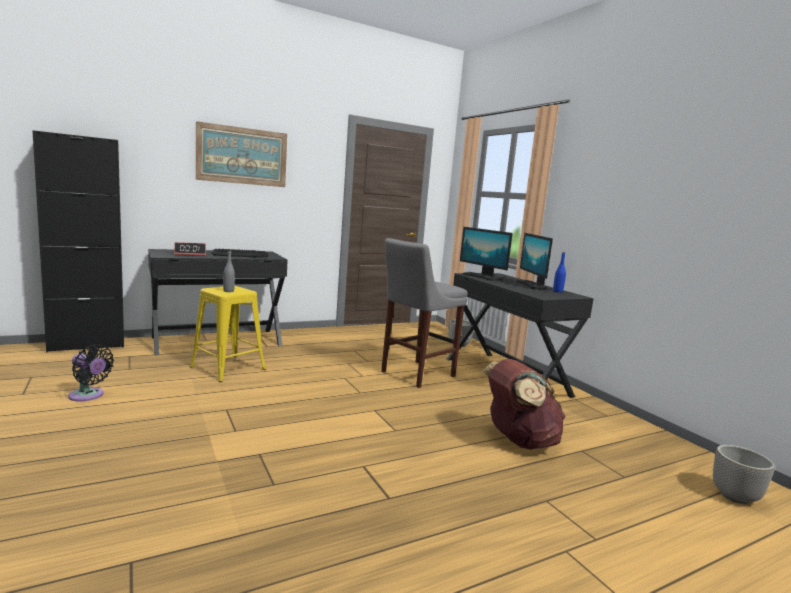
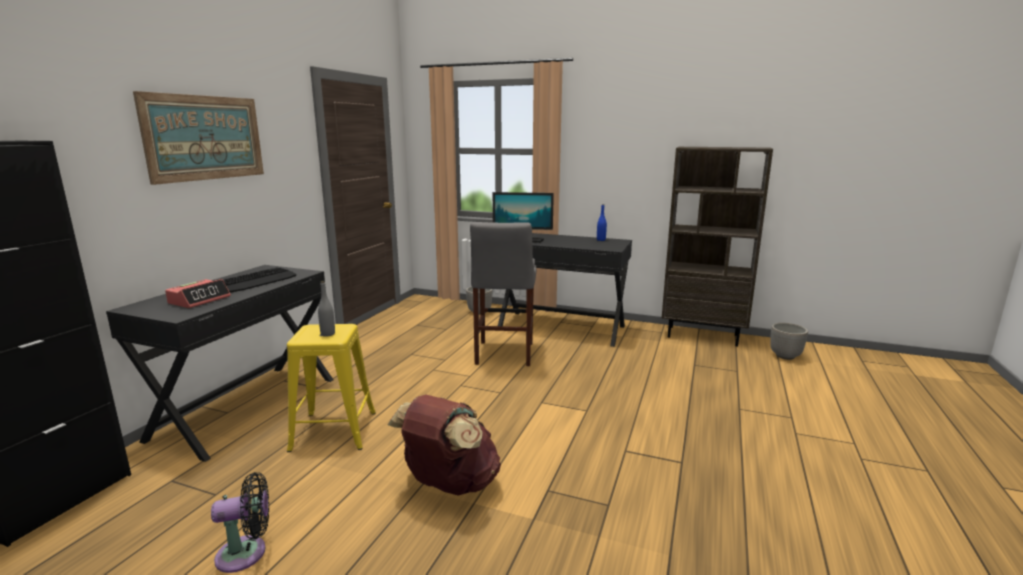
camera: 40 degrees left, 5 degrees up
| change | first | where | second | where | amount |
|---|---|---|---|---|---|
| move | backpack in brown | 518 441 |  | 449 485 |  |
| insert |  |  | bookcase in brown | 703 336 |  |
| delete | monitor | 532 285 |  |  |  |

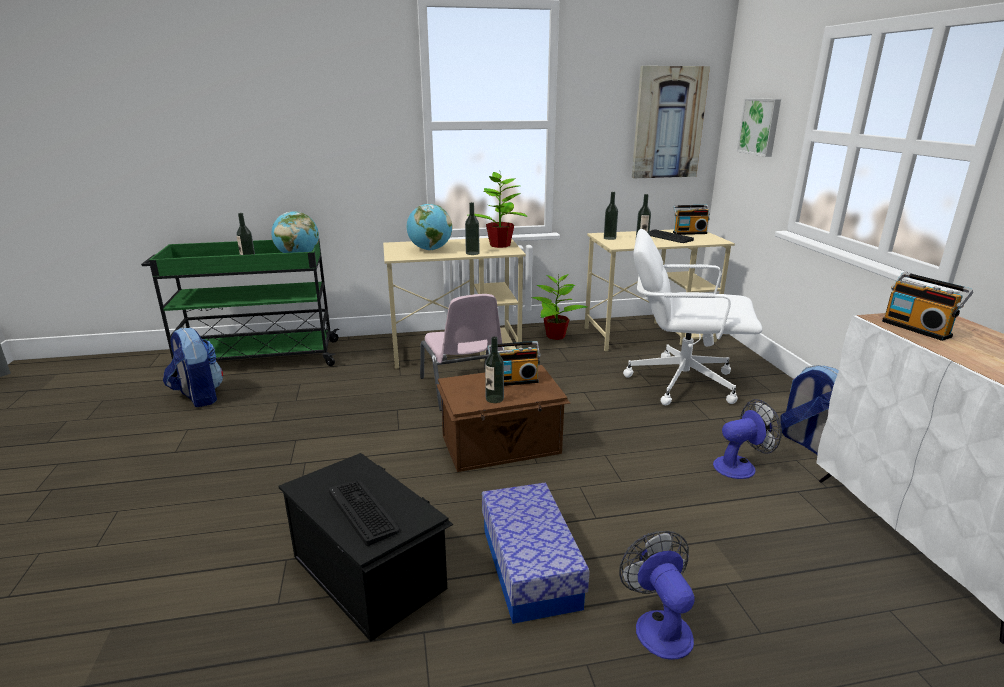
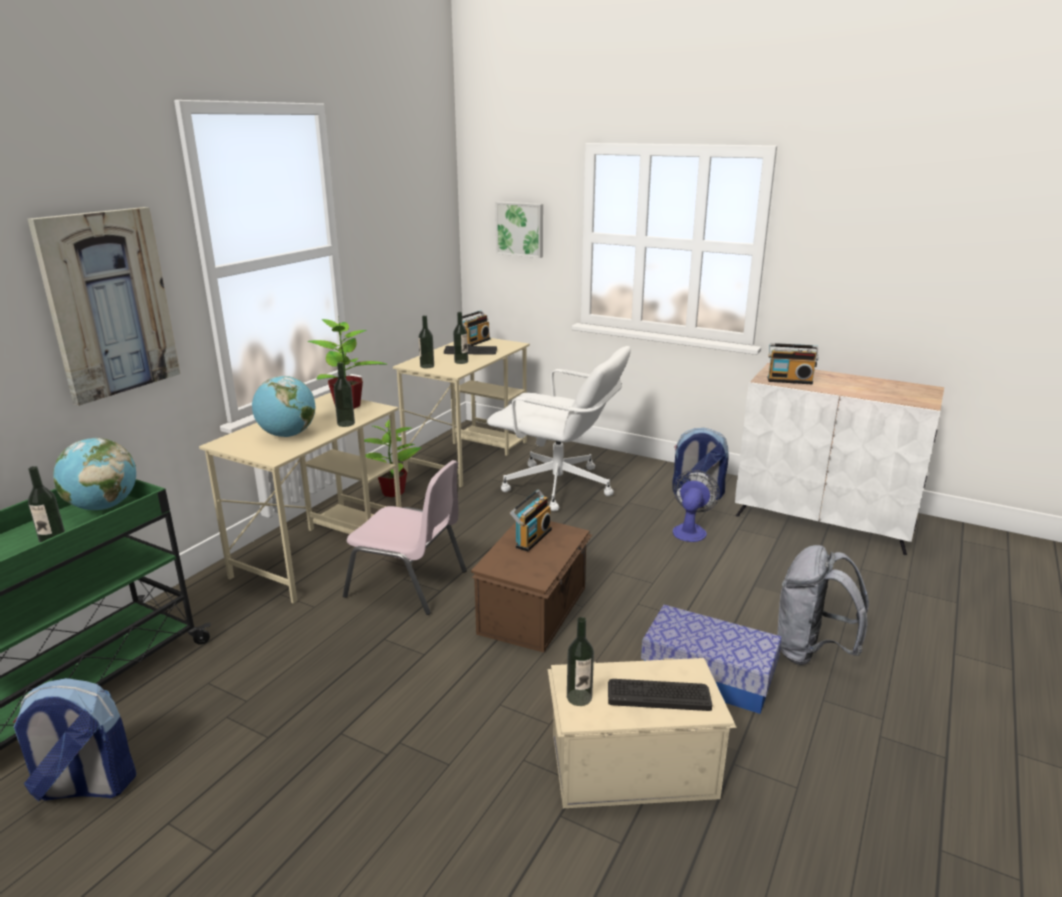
camera: 50 degrees left, 0 degrees up
| change | first | where | second | where | amount |
|---|---|---|---|---|---|
| move | picture | 668 123 |  | 109 304 |  |
| rotate | office chair in white | 680 382 |  | 559 487 | 120 degrees counterclockwise |
| recolor | storage box in black | 369 570 | storage box in beige | 631 764 |  |
| move | bottle | 494 399 |  | 579 697 |  |
| replace | fan | 658 625 | backpack in grey | 811 652 |  |

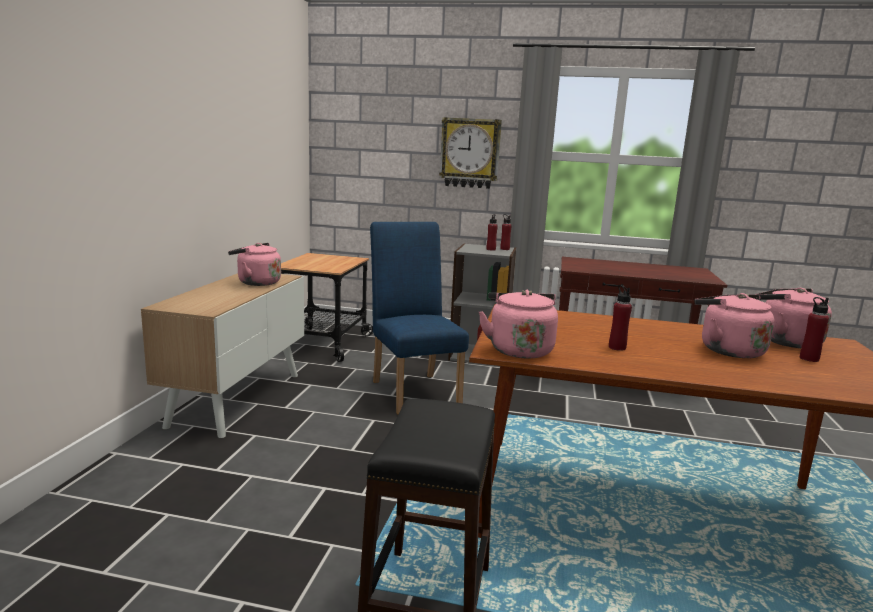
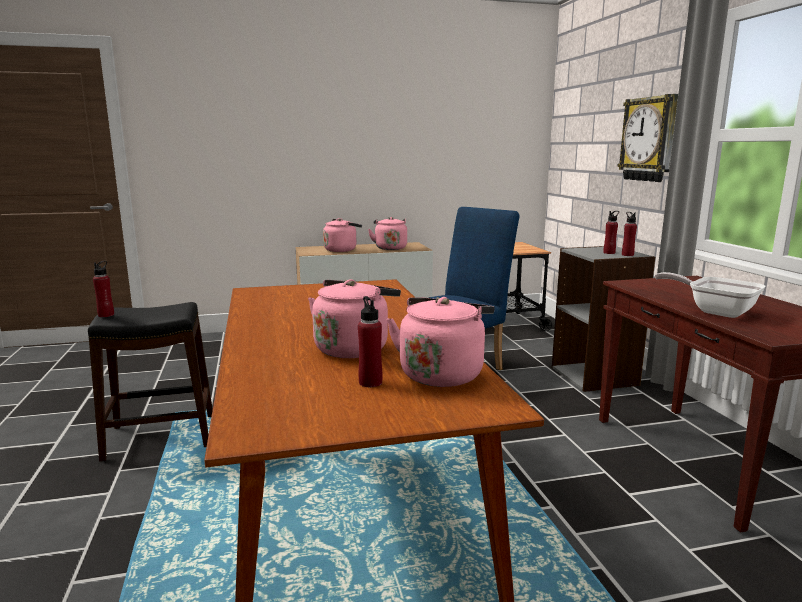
camera: 65 degrees right, 0 degrees up
| change | first | where | second | where | amount |
|---|---|---|---|---|---|
| move | bottle in red | 617 347 |  | 106 315 |  |
| move | kettle in pink | 519 349 |  | 342 250 |  |
| insert |  |  | frying pan | 714 311 |  |

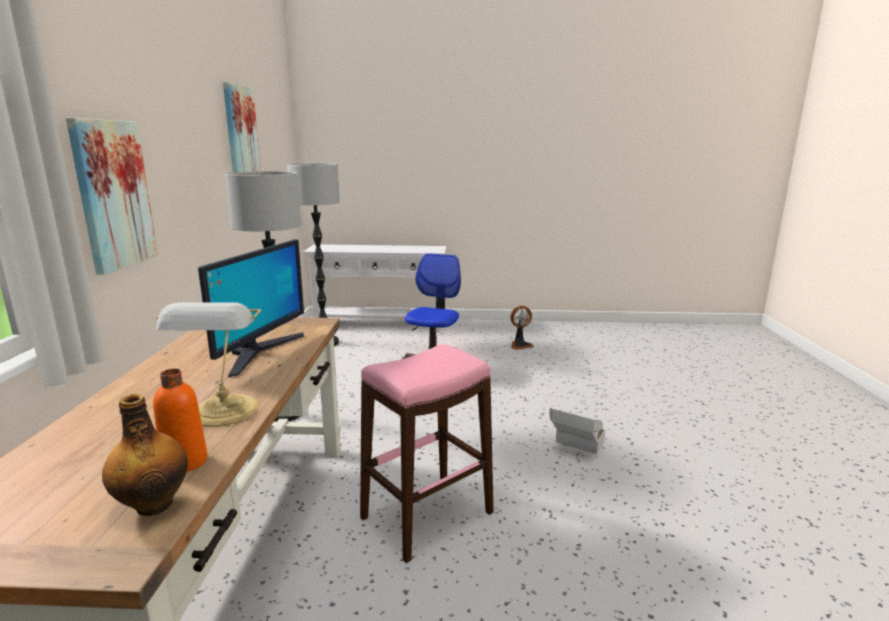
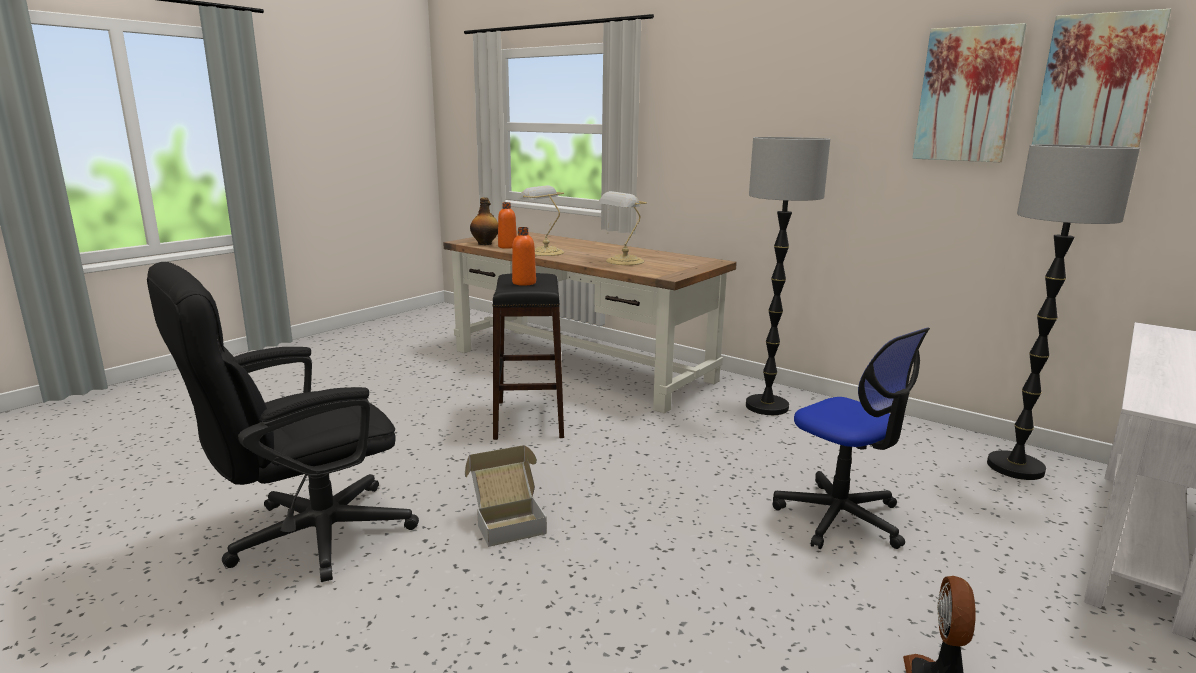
camera: 125 degrees right, 0 degrees up
| change | first | where | second | where | amount |
|---|---|---|---|---|---|
| insert |  |  | office chair in black | 304 538 |  |
| recolor | stool in pink | 427 516 | stool in black | 529 418 |  |
| insert |  |  | bottle in orange | 524 283 |  |
| replace | monitor | 259 352 | table lamp | 623 261 |  |
| move | picture | 113 194 |  | 1095 88 |  |

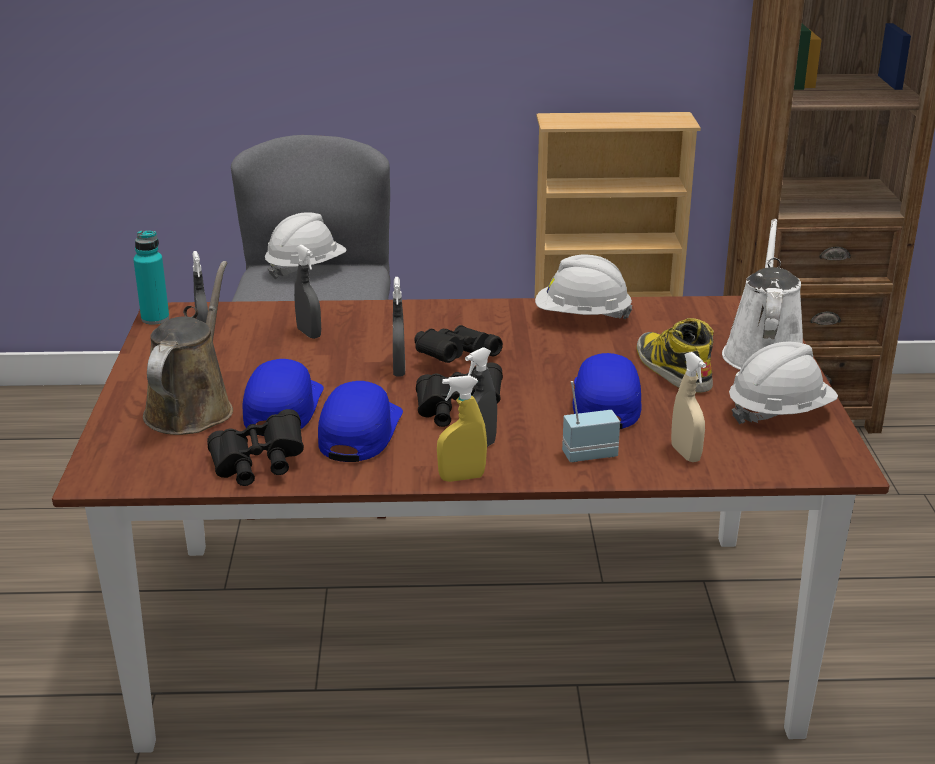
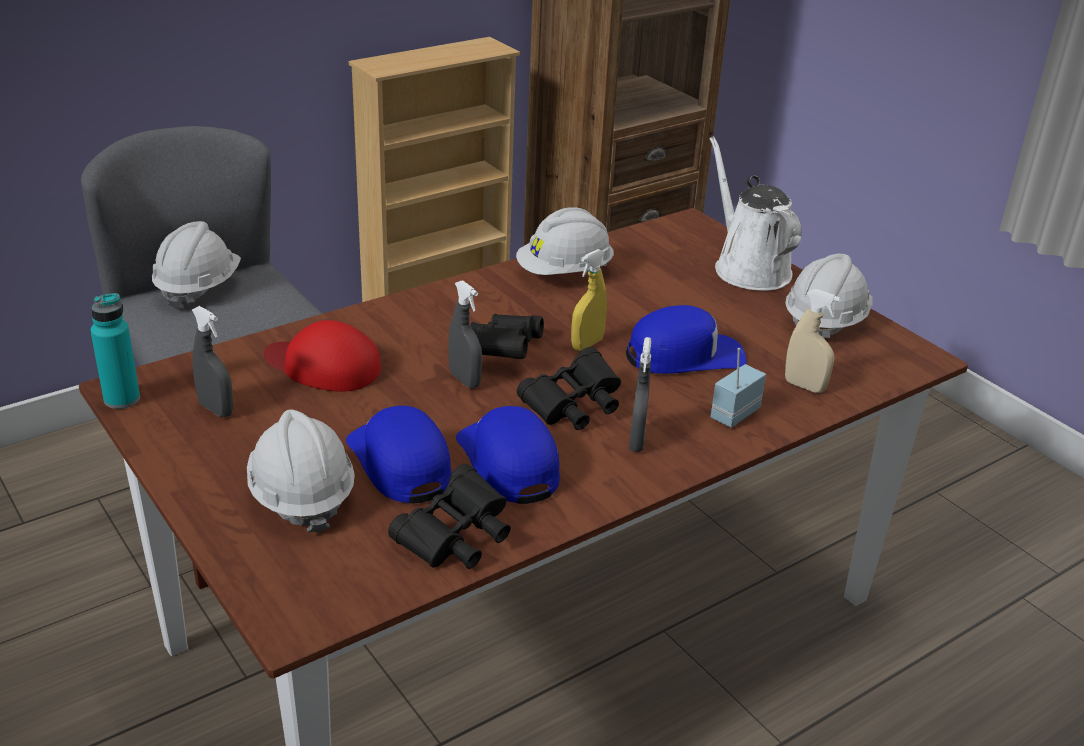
camera: 35 degrees left, 5 degrees up
| change | first | where | second | where | amount |
|---|---|---|---|---|---|
| replace | watering can in brown | 192 408 | hard hat in white | 301 496 |  |
| replace | spray bottle in grey | 309 333 | cap in red | 323 366 |  |
| move | spray bottle in yellow | 462 477 |  | 587 344 |  |
| rotate | cap in blue | 605 402 |  | 685 355 | 105 degrees clockwise |
| delete | boot | 671 369 |  |  |  |

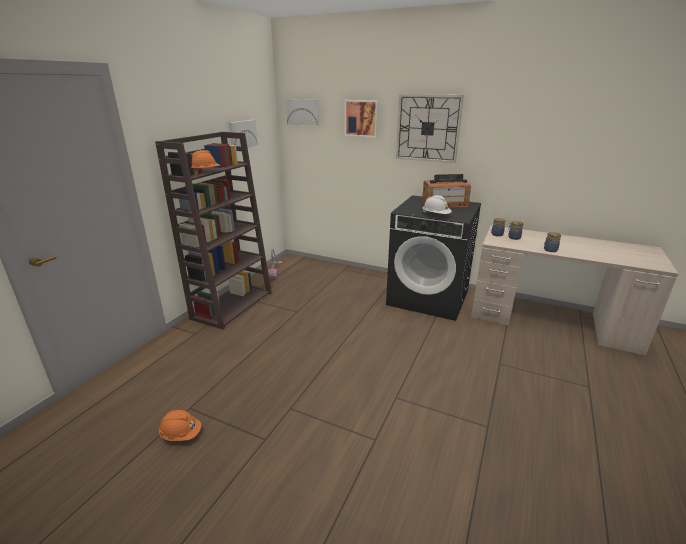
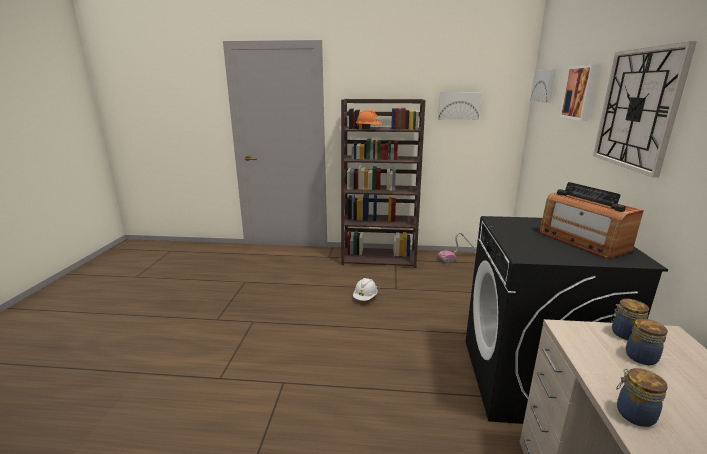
camera: 70 degrees right, 5 degrees down
| change | first | where | second | where | amount |
|---|---|---|---|---|---|
| move | hard hat in white | 436 215 |  | 365 297 |  |
| delete | hard hat in orange | 181 434 |  |  |  |

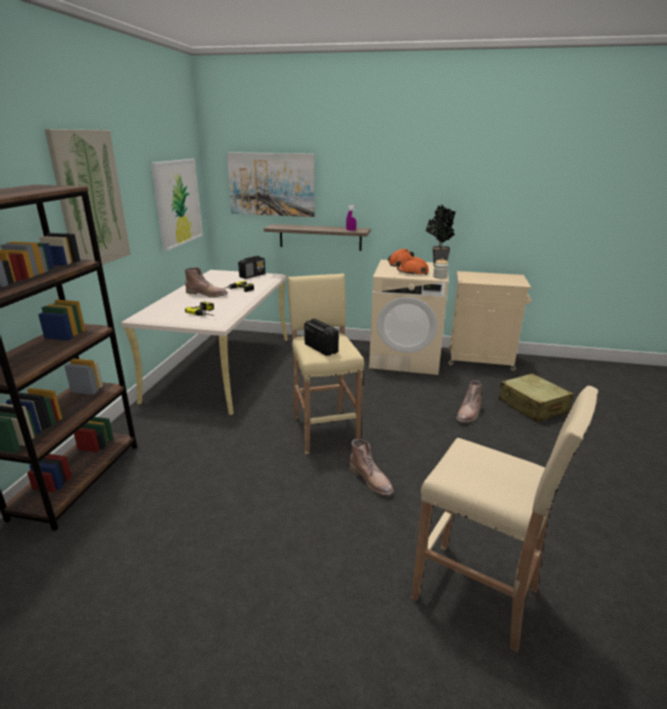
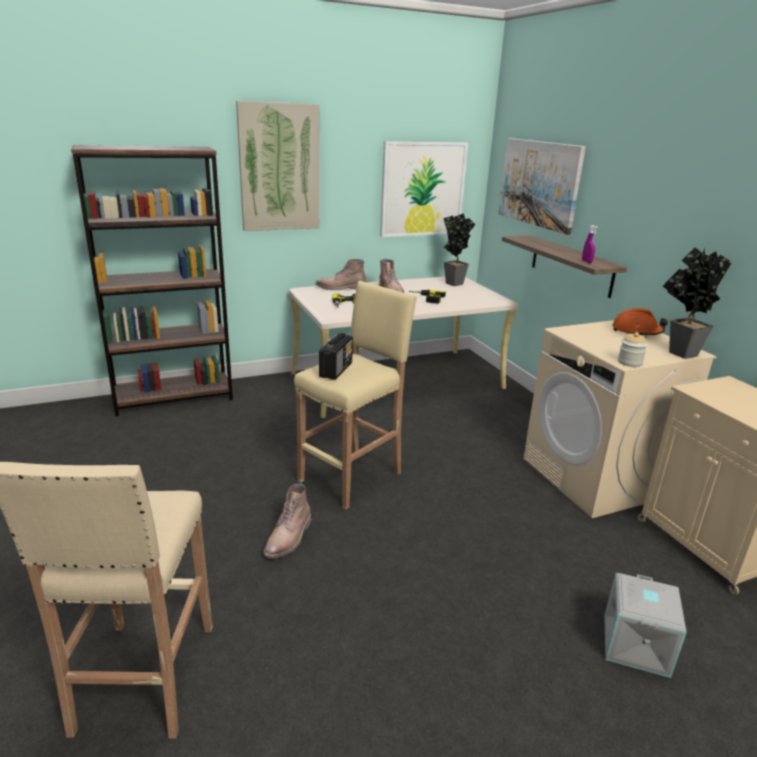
camera: 55 degrees right, 0 degrees up
| change | first | where | second | where | amount |
|---|---|---|---|---|---|
| move | boot in brown | 469 414 |  | 340 288 |  |
| insert |  |  | potted plant | 453 283 |  |
| replace | suitcase in beige | 532 406 | storage box in grey | 637 646 |  |
| delete | radio | 252 275 |  |  |  |
| delete | hard hat in orange | 412 272 |  |  |  |

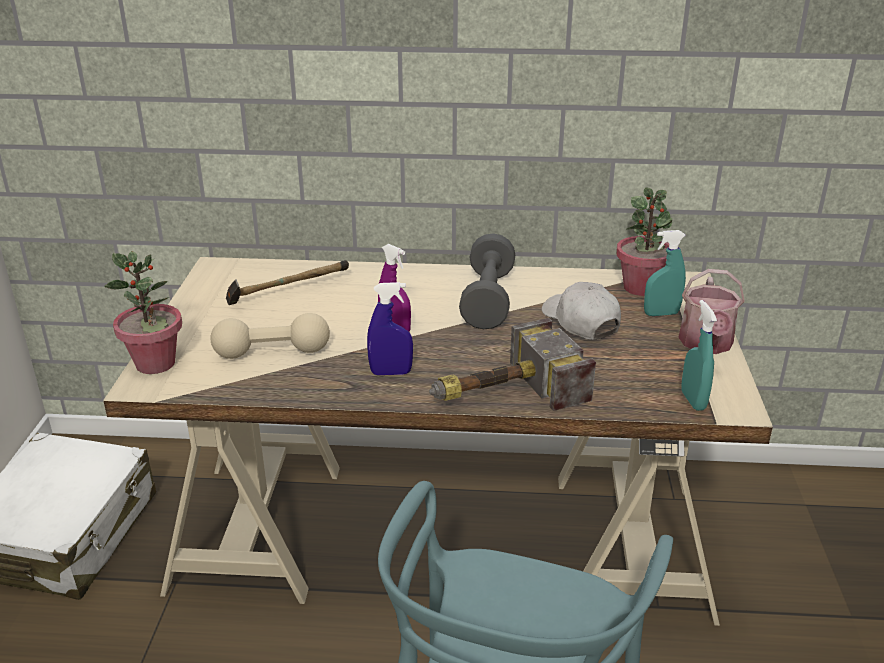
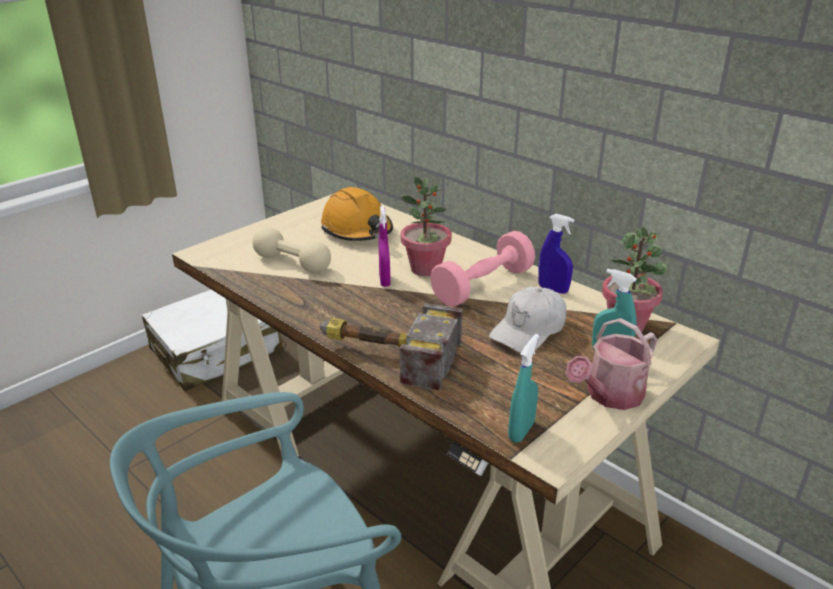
camera: 40 degrees right, 0 degrees up
| change | first | where | second | where | amount |
|---|---|---|---|---|---|
| replace | hammer | 286 294 | hard hat in orange | 357 230 |  |
| move | potted plant | 155 364 |  | 425 269 |  |
| recolor | dumbbell in grey | 488 300 | dumbbell in pink | 483 286 |  |
| rotate | cap in white | 580 321 |  | 529 330 | 150 degrees counterclockwise |
| move | spray bottle in blue | 391 373 |  | 553 289 |  |

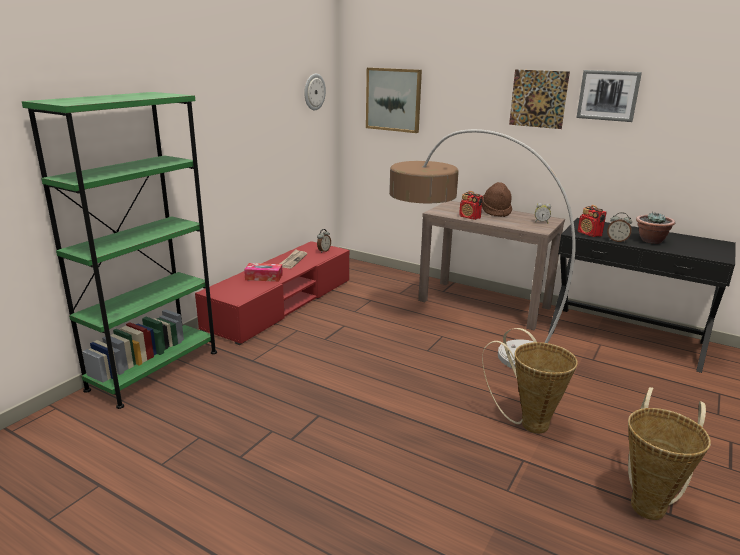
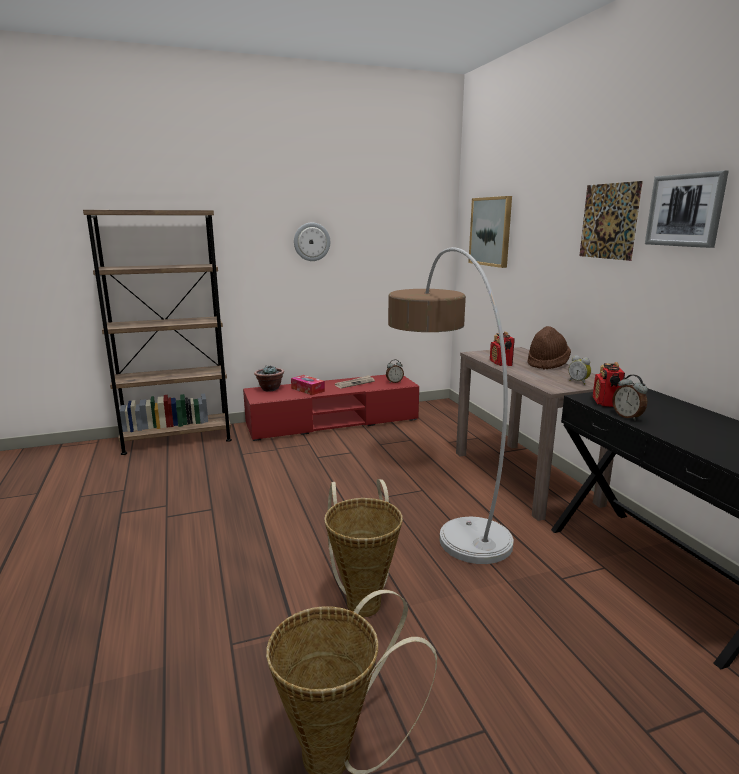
camera: 40 degrees right, 5 degrees down
| change | first | where | second | where | amount |
|---|---|---|---|---|---|
| recolor | bookcase in green | 154 370 | bookcase in brown | 177 439 |  |
| move | potted plant | 651 240 |  | 270 389 |  |
| move | wall clock | 314 92 |  | 311 242 |  |

